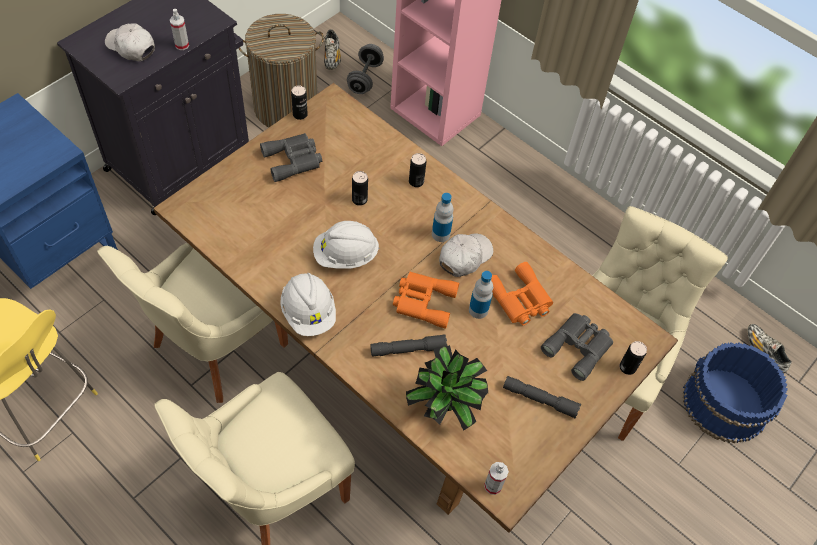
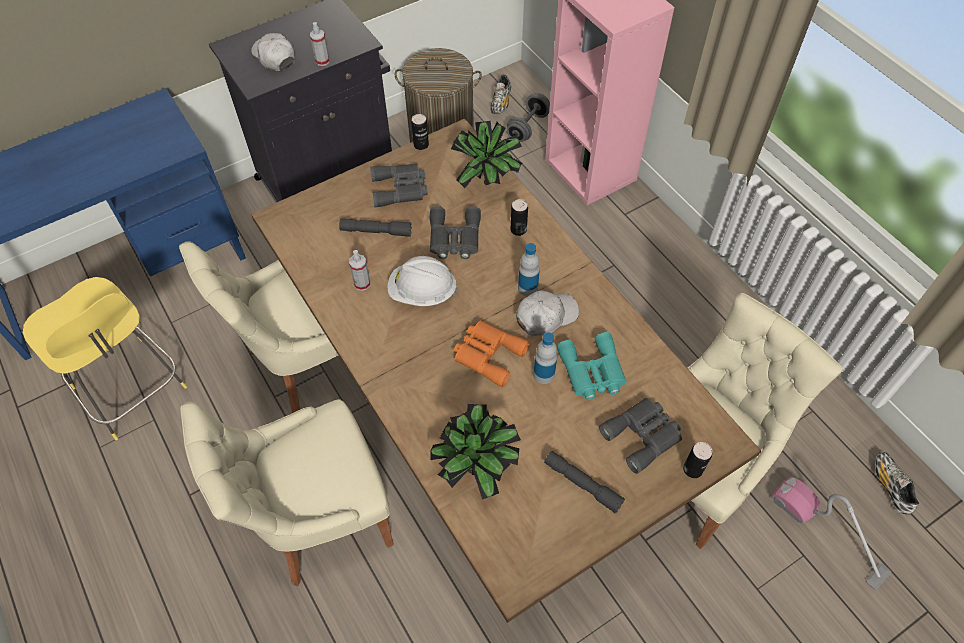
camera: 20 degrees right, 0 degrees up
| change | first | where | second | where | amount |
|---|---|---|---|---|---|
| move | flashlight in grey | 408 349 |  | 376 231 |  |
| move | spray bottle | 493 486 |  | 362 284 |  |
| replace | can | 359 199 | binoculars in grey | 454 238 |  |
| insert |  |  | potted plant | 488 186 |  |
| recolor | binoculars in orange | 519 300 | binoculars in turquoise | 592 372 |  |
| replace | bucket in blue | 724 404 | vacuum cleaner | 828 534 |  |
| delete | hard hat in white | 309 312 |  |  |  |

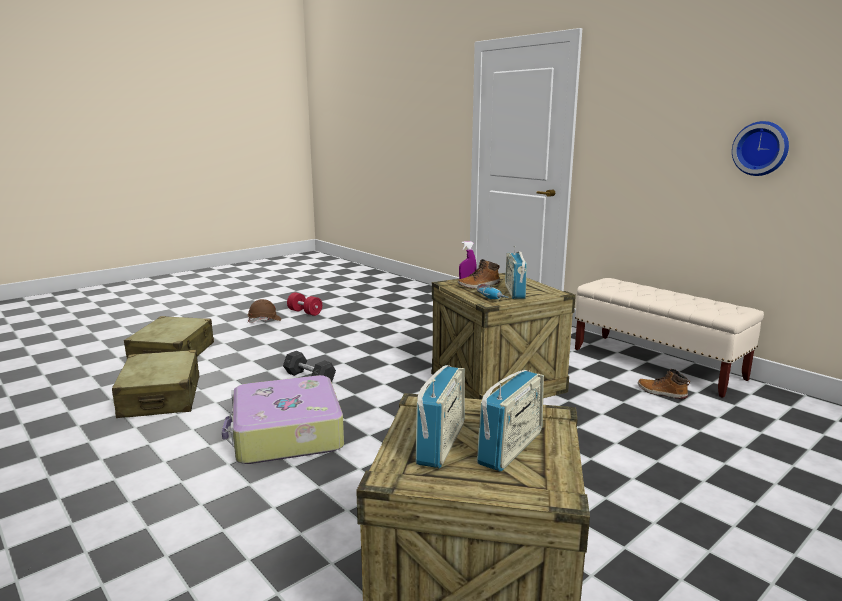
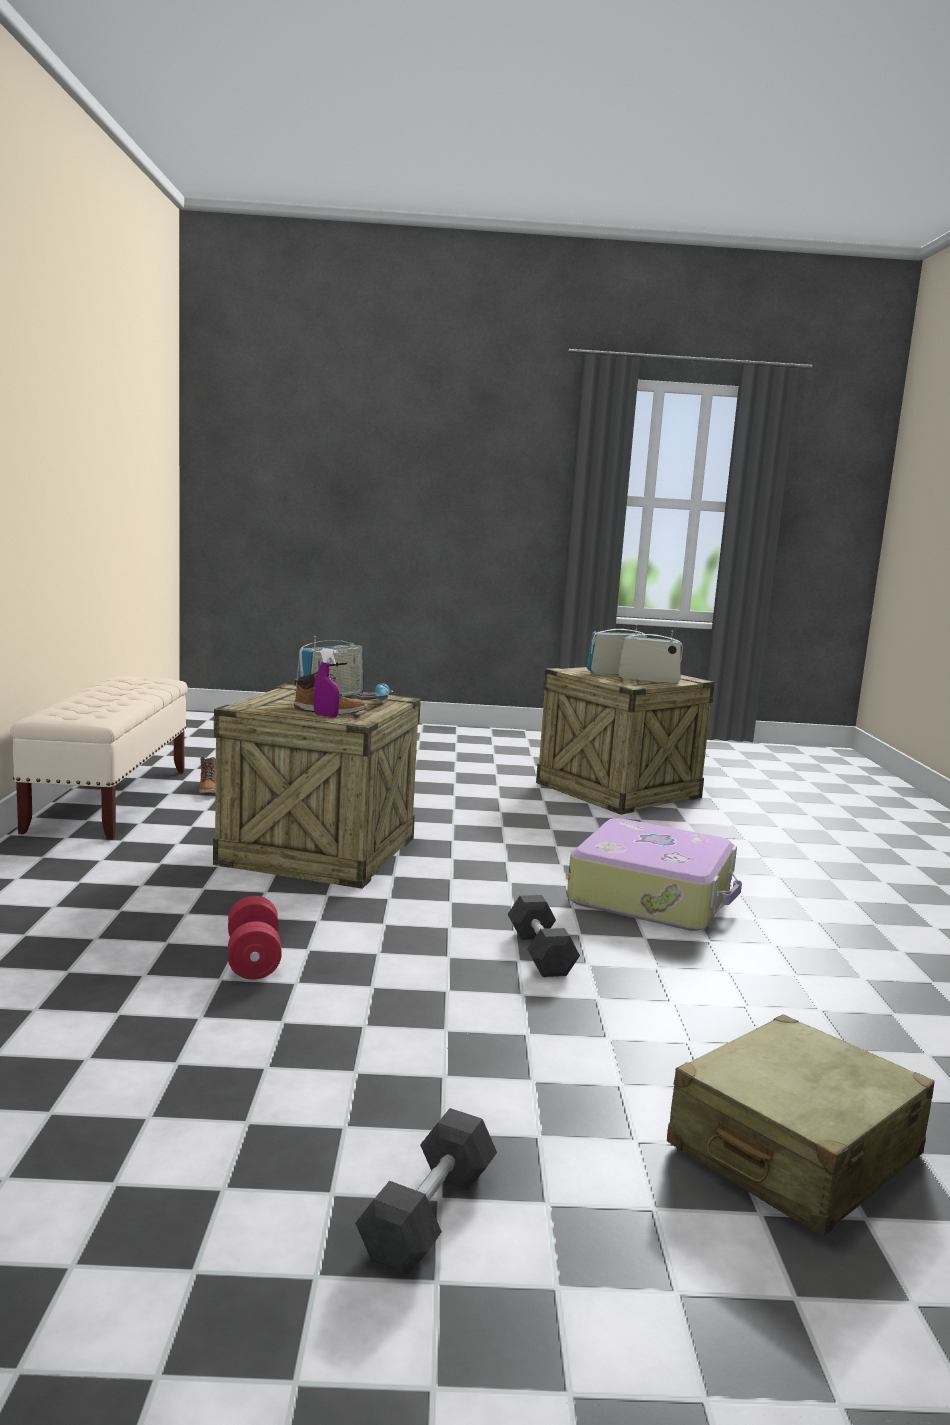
camera: 140 degrees left, 5 degrees down
| change | first | where | second | where | amount |
|---|---|---|---|---|---|
| move | dumbbell in red | 305 312 |  | 253 959 |  |
| replace | hard hat in brown | 264 320 | dumbbell in grey | 428 1214 |  |
| rotate | radio | 441 443 |  | 648 679 | 45 degrees clockwise |
| delete | suitcase in beige | 161 397 |  |  |  |
| delete | wall clock | 761 148 |  |  |  |

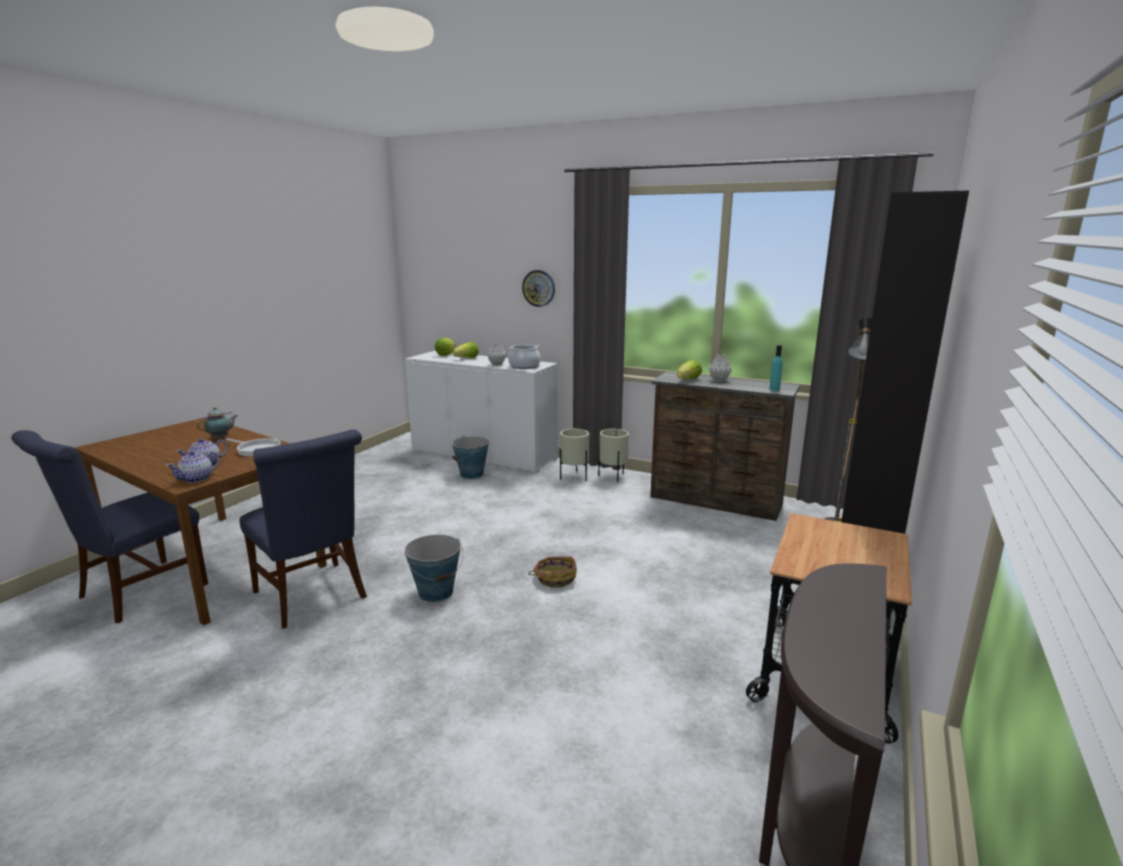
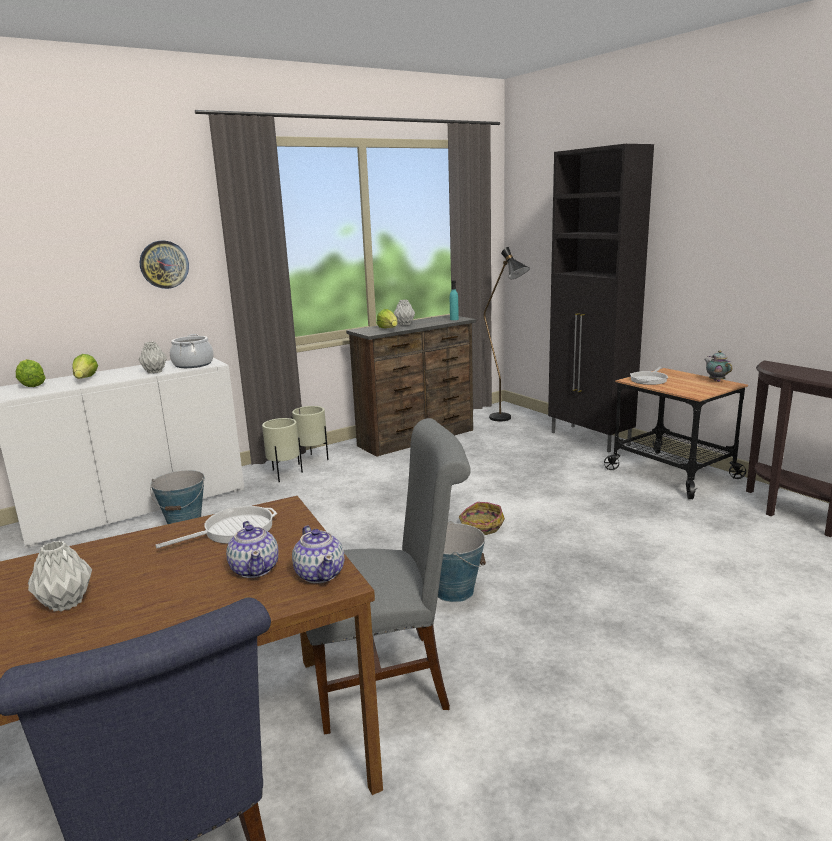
camera: 60 degrees left, 0 degrees up
| change | first | where | second | where | amount |
|---|---|---|---|---|---|
| insert |  |  | vase in grey | 66 603 |  |
| recolor | chair in blue | 313 597 | chair in grey | 389 677 |  |
| insert |  |  | frying pan | 649 380 |  |
| move | teapot | 221 438 |  | 716 381 |  |

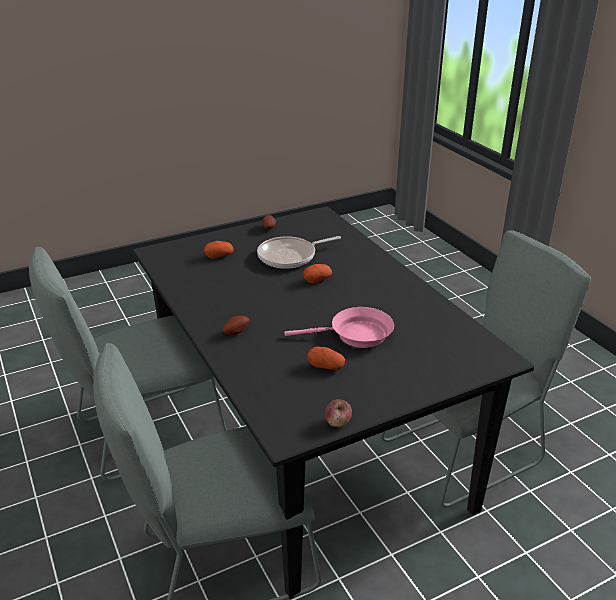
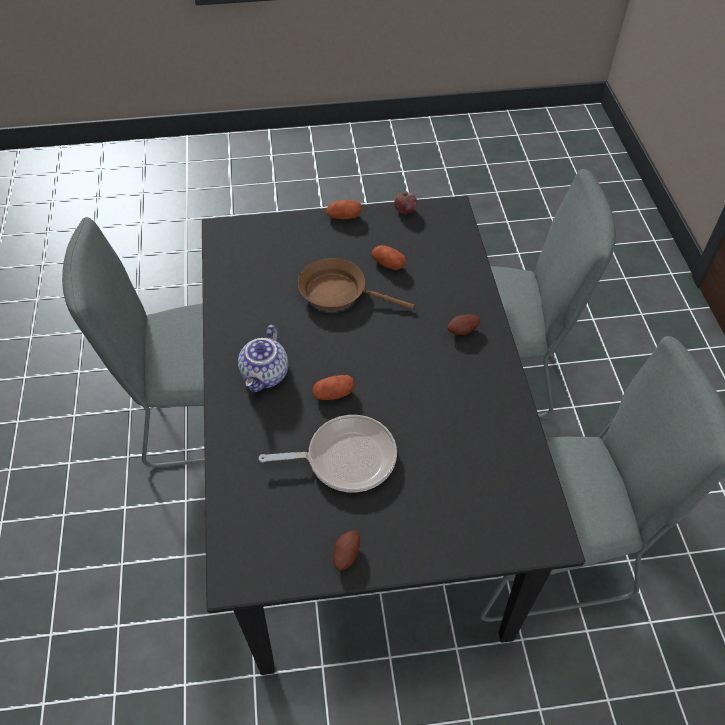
camera: 160 degrees left, 20 degrees up
| change | first | where | second | where | amount |
|---|---|---|---|---|---|
| insert |  |  | teapot | 266 375 |  |
| recolor | frying pan in pink | 356 335 | frying pan in brown | 338 293 |  |
| move | potato | 219 256 |  | 343 216 |  |

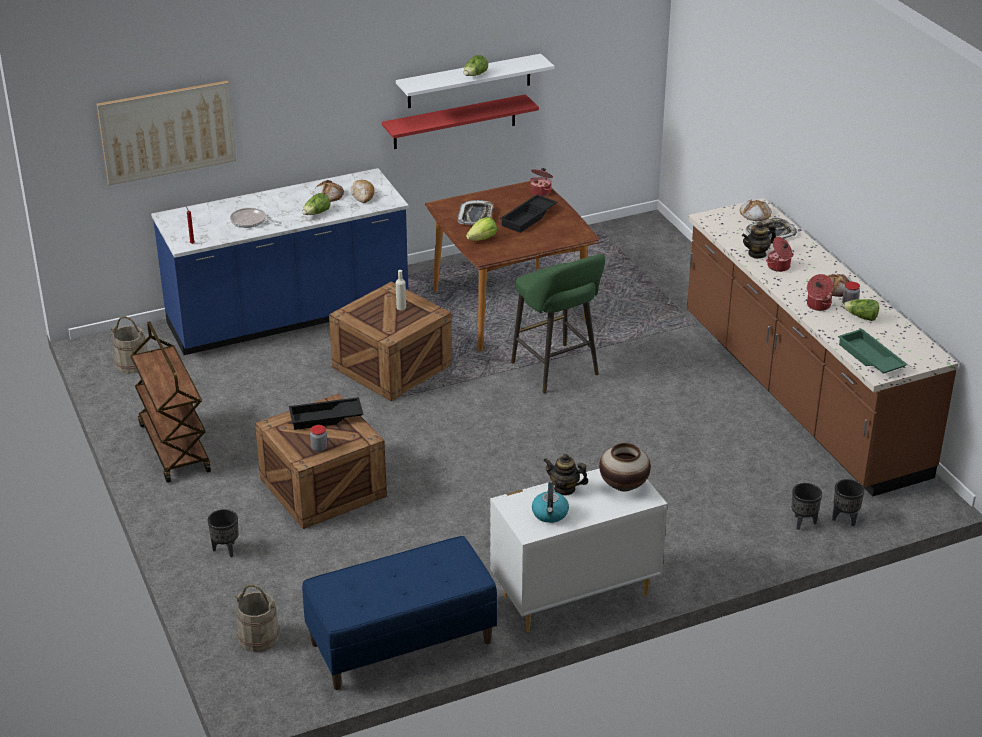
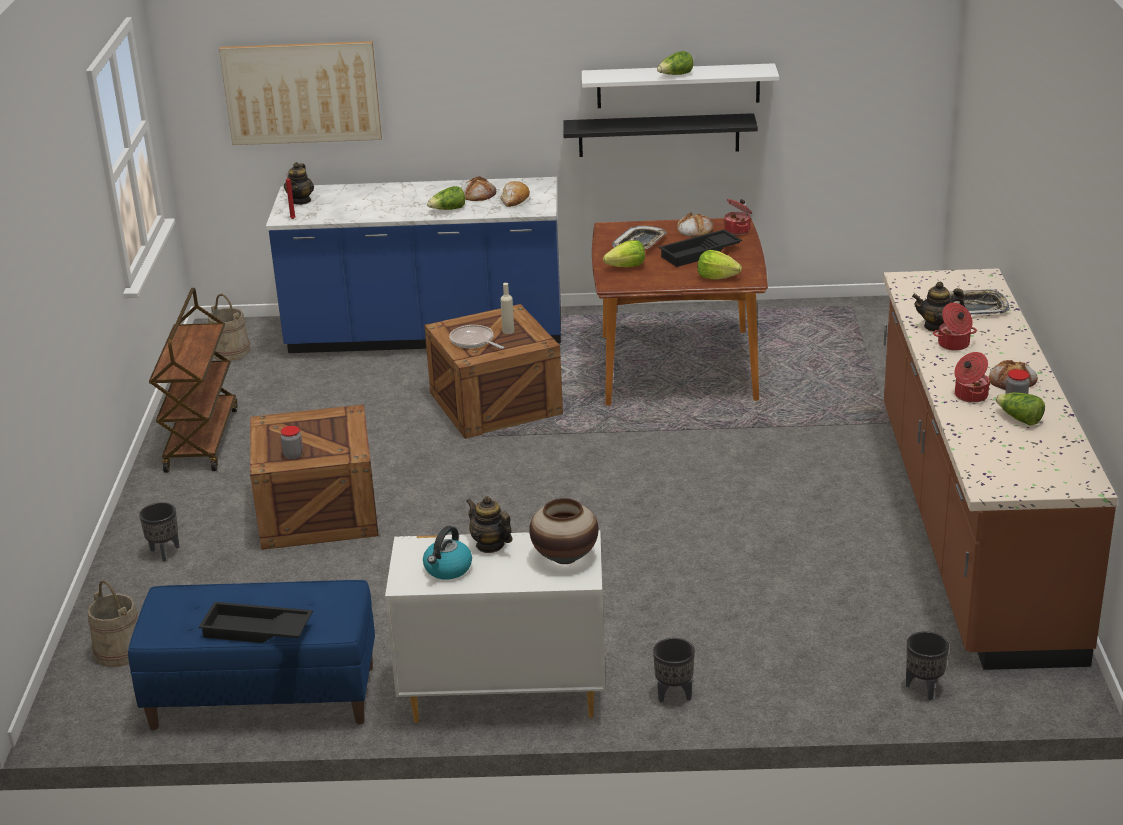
camera: 25 degrees right, 5 degrees down
| change | first | where | second | where | amount |
|---|---|---|---|---|---|
| move | tray in black | 325 418 |  | 256 631 |  |
| insert |  |  | teapot | 301 201 |  |
| move | frying pan | 250 221 |  | 474 341 |  |
| recolor | shelf in red | 454 122 | shelf in black | 658 135 |  |
| move | planter in black | 802 522 |  | 674 694 |  |
| move | bread | 755 213 |  | 694 229 |  |
| insert |  |  | lettuce | 717 277 |  |
| delete | stool in green | 557 371 |  |  |  |
| delete | tray in green | 869 358 |  |  |  |

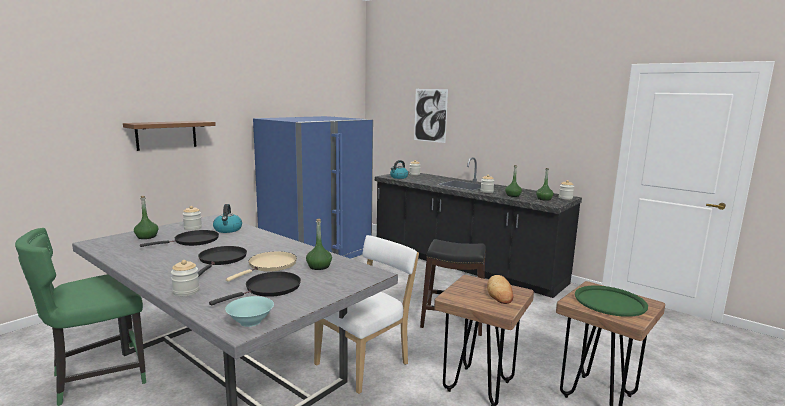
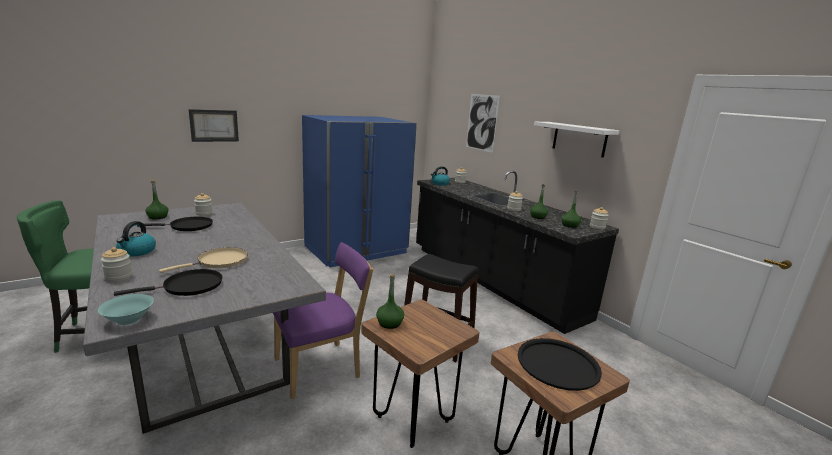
camera: 15 degrees right, 5 degrees up
| change | first | where | second | where | amount |
|---|---|---|---|---|---|
| move | kettle | 228 230 |  | 137 252 |  |
| replace | shelf in brown | 166 135 | picture | 214 125 |  |
| recolor | chair in white | 365 363 | chair in purple | 321 367 |  |
| move | bottle in green | 319 266 |  | 389 323 |  |
| recolor | tray in green | 610 302 | tray in black | 558 364 |  |
| insert |  |  | shelf in white | 579 139 |  |
| delete | frying pan in black | 221 260 |  |  |  |
| delete | bread | 500 293 |  |  |  |

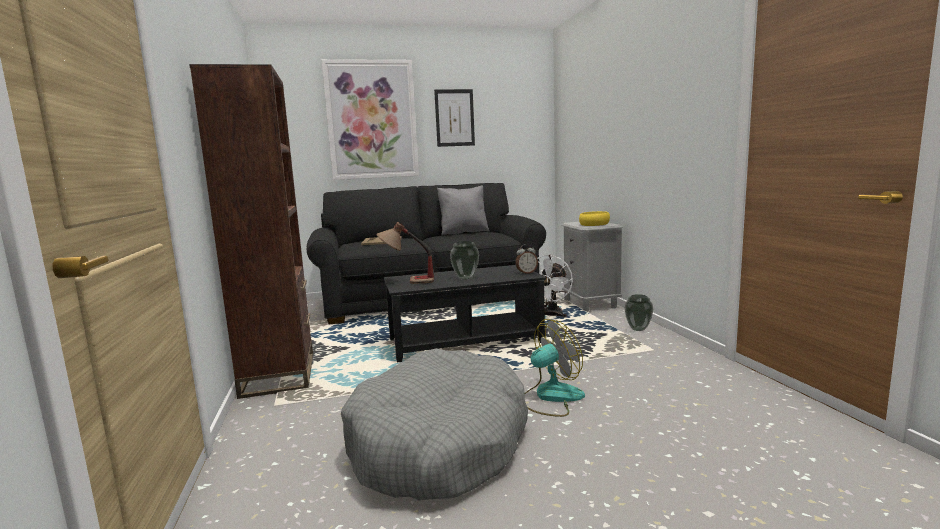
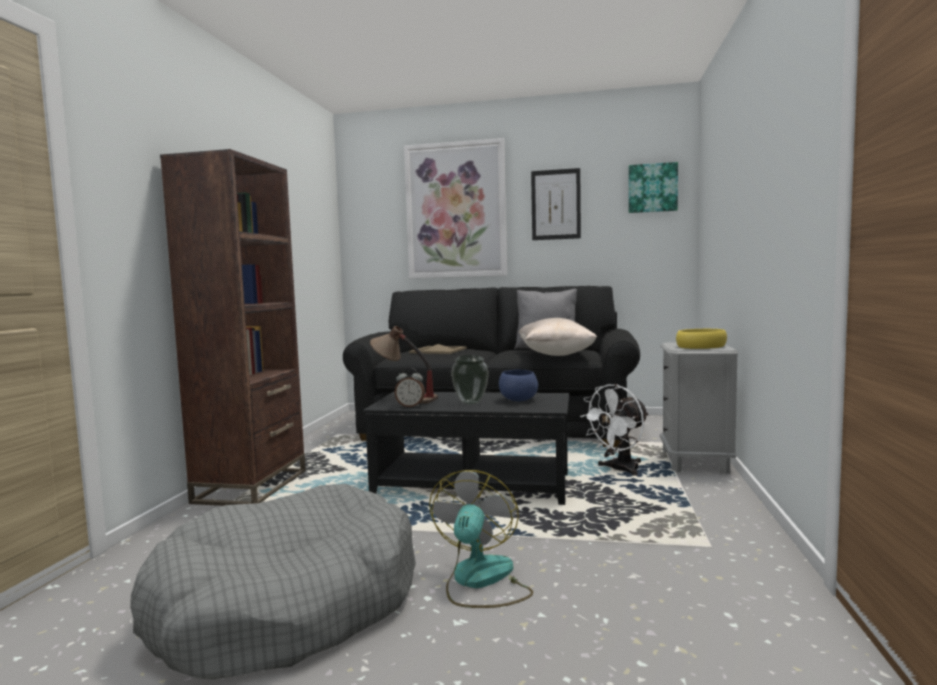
camera: 25 degrees right, 5 degrees down
| change | first | where | second | where | amount |
|---|---|---|---|---|---|
| move | alarm clock | 526 273 |  | 410 406 |  |
| rotate | fan | 550 397 |  | 480 581 | 75 degrees counterclockwise |
| insert |  |  | bowl in blue | 518 400 |  |
| insert |  |  | pillow in beige | 555 355 |  |
| insert |  |  | picture | 652 188 |  |
| delete | vase | 638 329 |  |  |  |

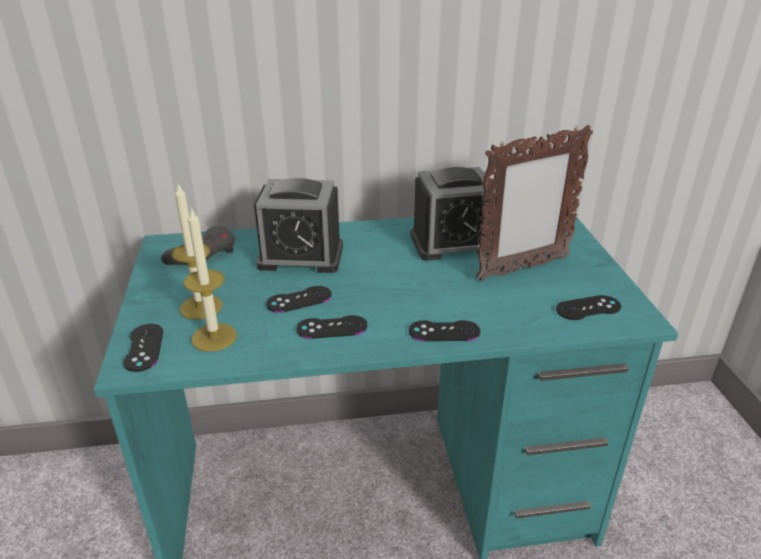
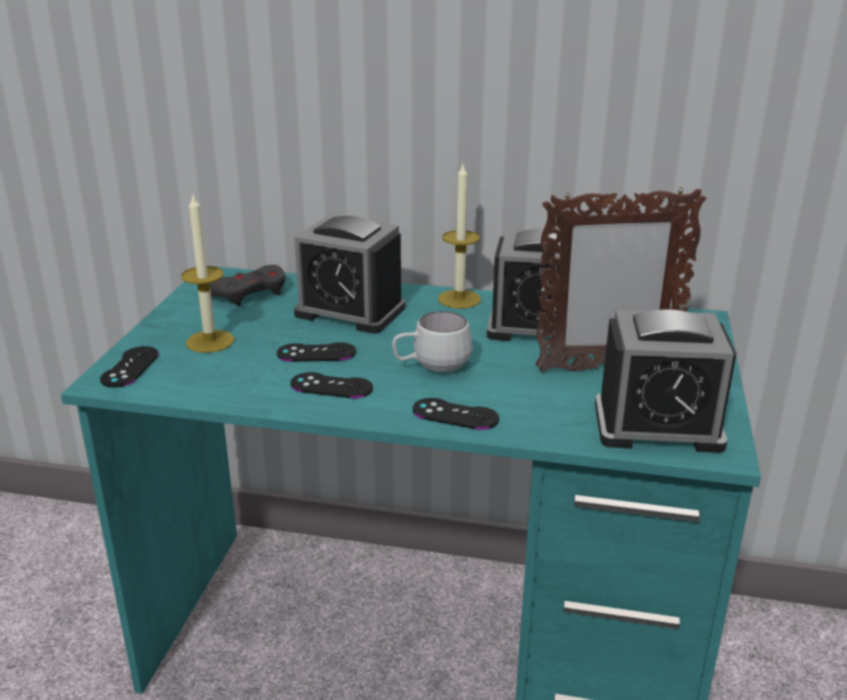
camera: 20 degrees right, 5 degrees down
| change | first | where | second | where | amount |
|---|---|---|---|---|---|
| insert |  |  | mug in white | 431 367 |  |
| move | candle | 214 337 |  | 459 299 |  |
| replace | game controller in black | 588 308 | alarm clock | 657 426 |  |

